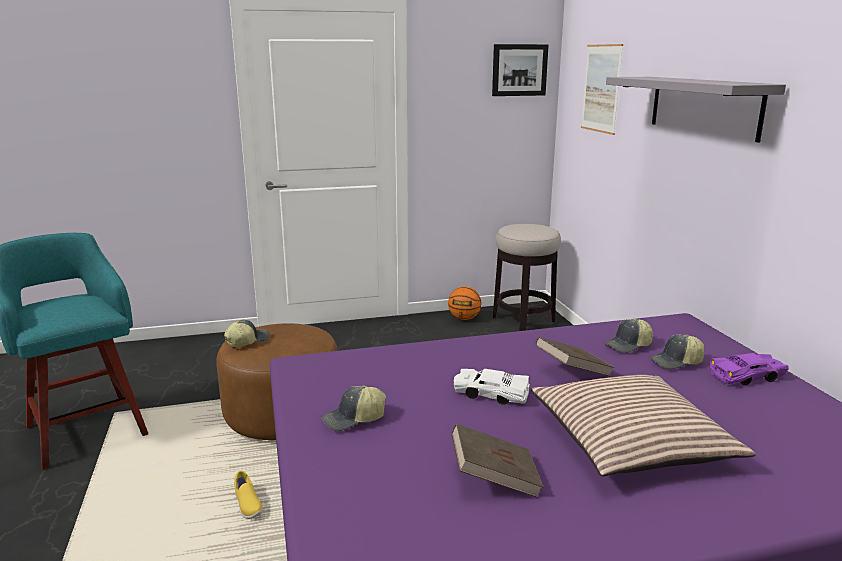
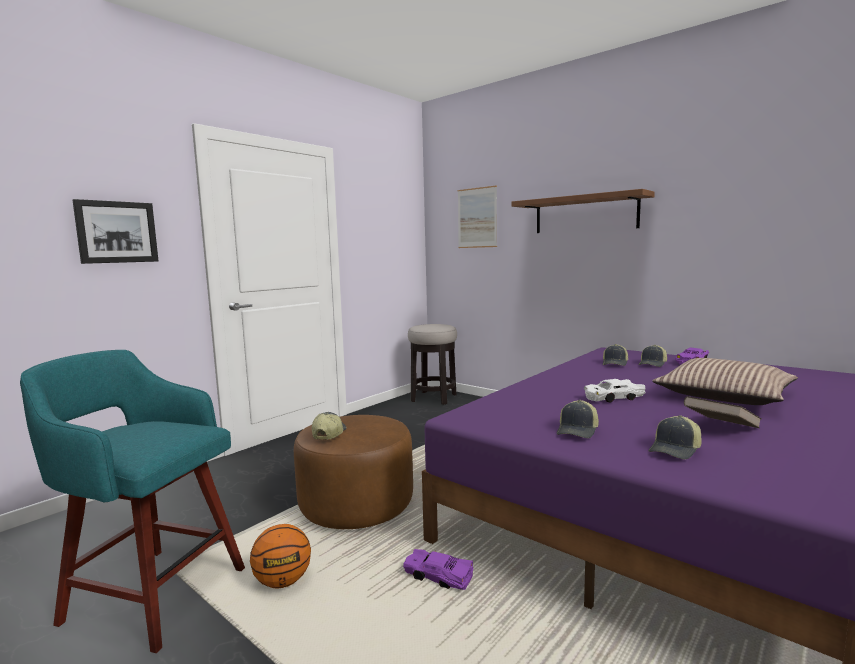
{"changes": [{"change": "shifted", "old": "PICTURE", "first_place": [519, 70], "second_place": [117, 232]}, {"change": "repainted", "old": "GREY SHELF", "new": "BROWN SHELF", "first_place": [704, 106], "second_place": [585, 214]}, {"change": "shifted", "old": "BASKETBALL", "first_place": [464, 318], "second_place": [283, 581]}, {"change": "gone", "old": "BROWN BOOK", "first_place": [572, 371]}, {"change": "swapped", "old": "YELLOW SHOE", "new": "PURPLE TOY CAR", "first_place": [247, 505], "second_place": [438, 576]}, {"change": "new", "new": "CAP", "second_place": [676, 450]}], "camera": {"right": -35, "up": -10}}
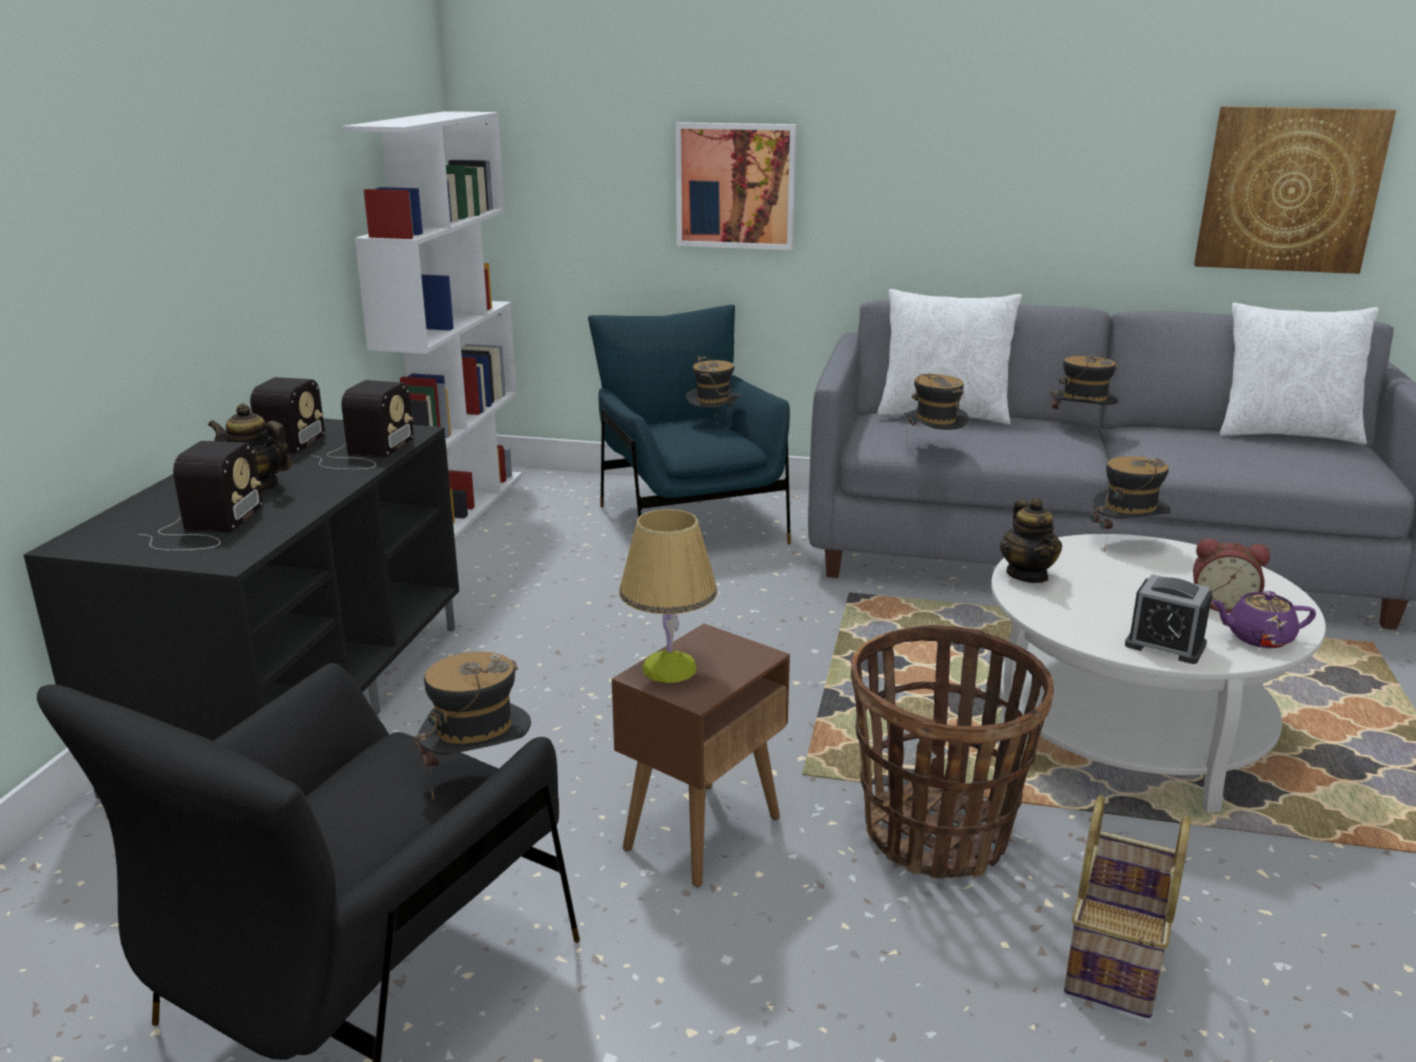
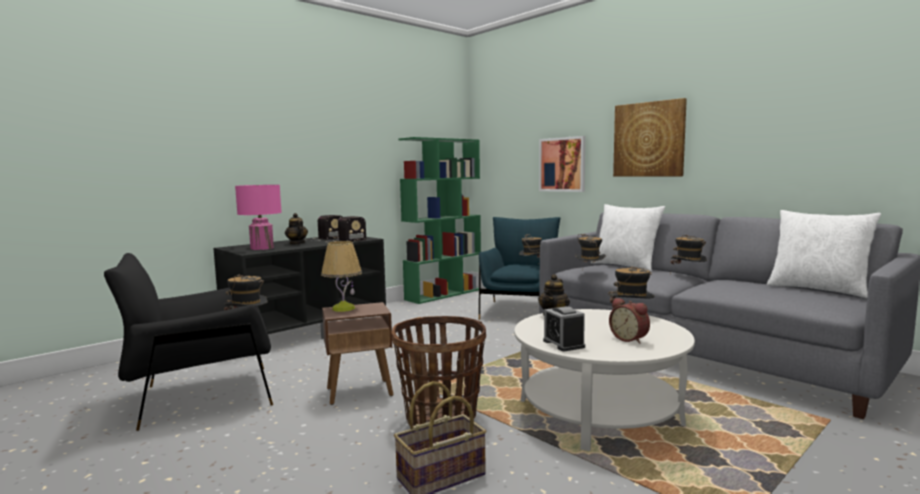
{"changes": [{"change": "shifted", "old": "PICTURE", "first_place": [1289, 190], "second_place": [649, 139]}, {"change": "repainted", "old": "WHITE BOOKCASE", "new": "GREEN BOOKCASE", "first_place": [459, 506], "second_place": [444, 294]}, {"change": "swapped", "old": "RADIO", "new": "PINK TABLE LAMP", "first_place": [205, 528], "second_place": [262, 248]}, {"change": "gone", "old": "PURPLE TEAPOT", "first_place": [1258, 638]}], "camera": {"right": 35, "up": -15}}
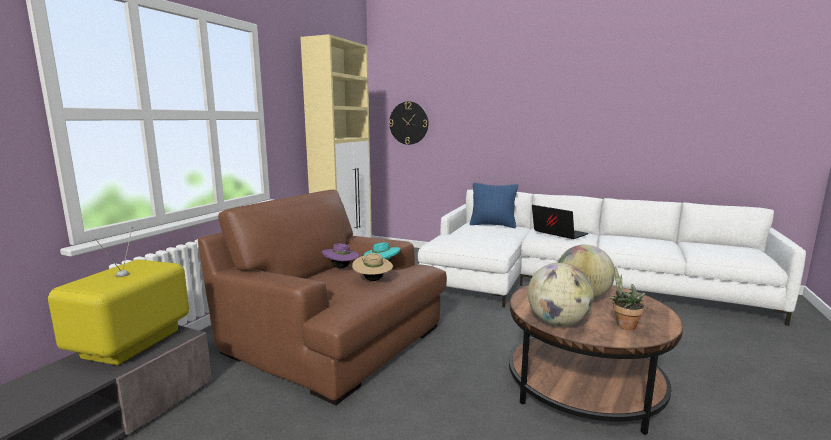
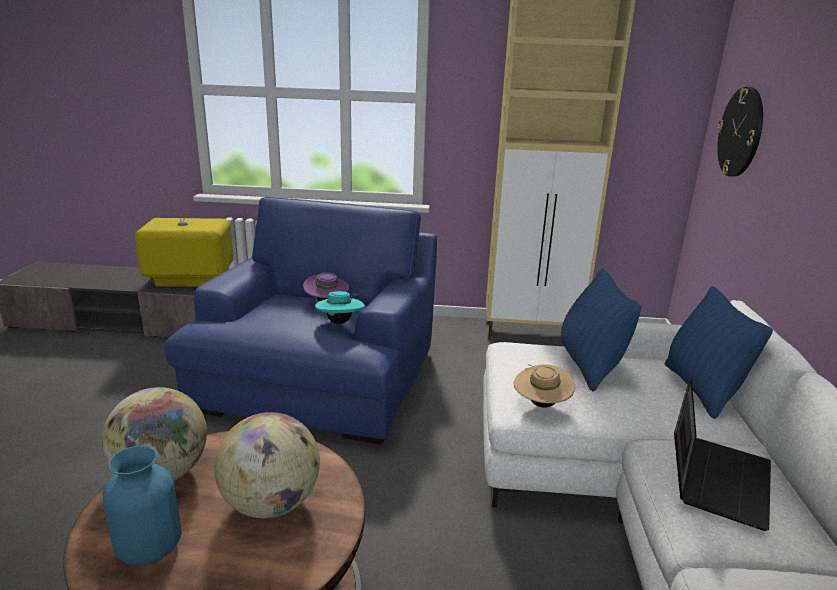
{"changes": [{"change": "repainted", "old": "BROWN ARMCHAIR", "new": "BLUE ARMCHAIR", "first_place": [333, 338], "second_place": [318, 376]}, {"change": "shifted", "old": "BEIGE HAT", "first_place": [373, 280], "second_place": [541, 404]}, {"change": "swapped", "old": "POTTED PLANT", "new": "BLUE VASE", "first_place": [623, 324], "second_place": [149, 547]}, {"change": "new", "new": "BLUE PILLOW", "second_place": [589, 366]}], "camera": {"right": 70, "up": 10}}
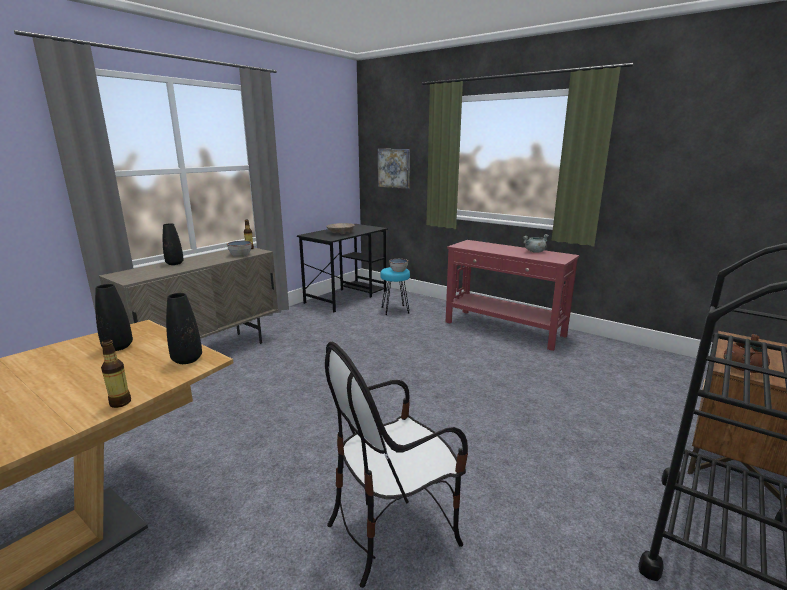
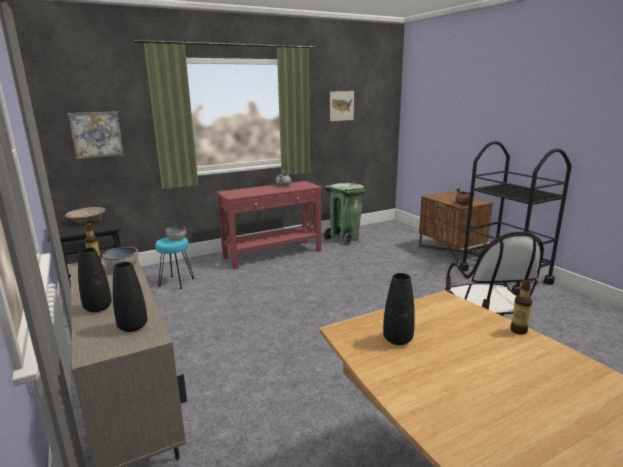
{"changes": [{"change": "shifted", "old": "BLACK VASE", "first_place": [187, 359], "second_place": [133, 326]}, {"change": "new", "new": "PICTURE", "second_place": [340, 105]}, {"change": "new", "new": "GREEN TRASH CAN", "second_place": [344, 239]}], "camera": {"right": -65, "up": 0}}
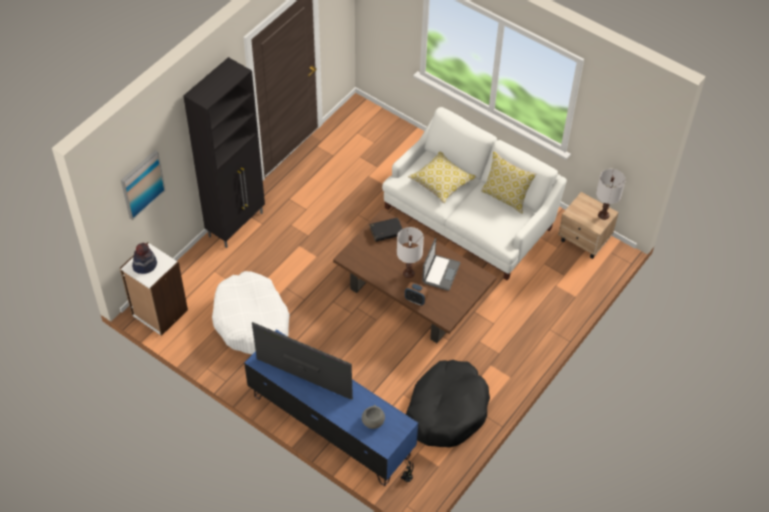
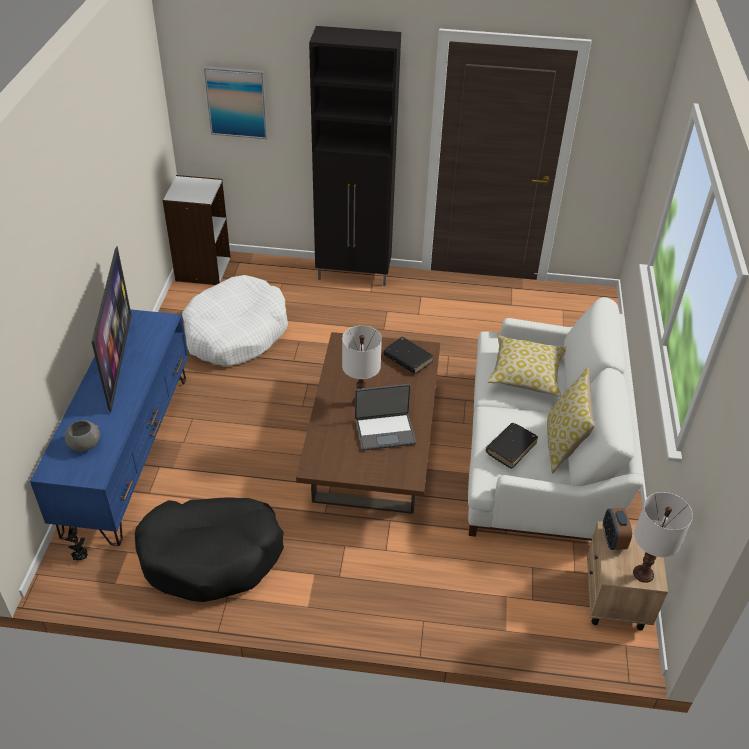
{"changes": [{"change": "gone", "old": "HAT", "first_place": [144, 265]}, {"change": "shifted", "old": "ALARM CLOCK", "first_place": [415, 300], "second_place": [613, 540]}, {"change": "new", "new": "BLACK BOOK", "second_place": [511, 448]}], "camera": {"right": 60, "up": -10}}
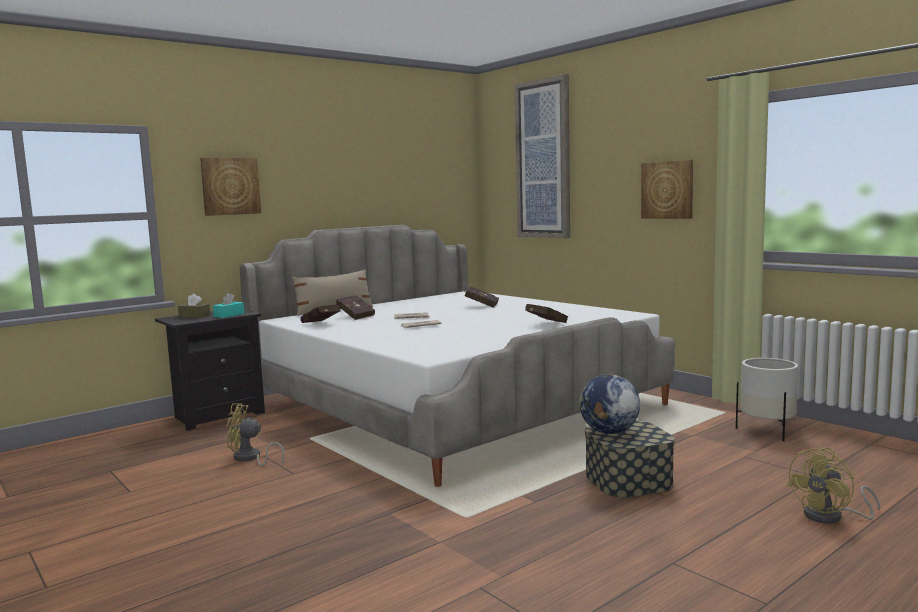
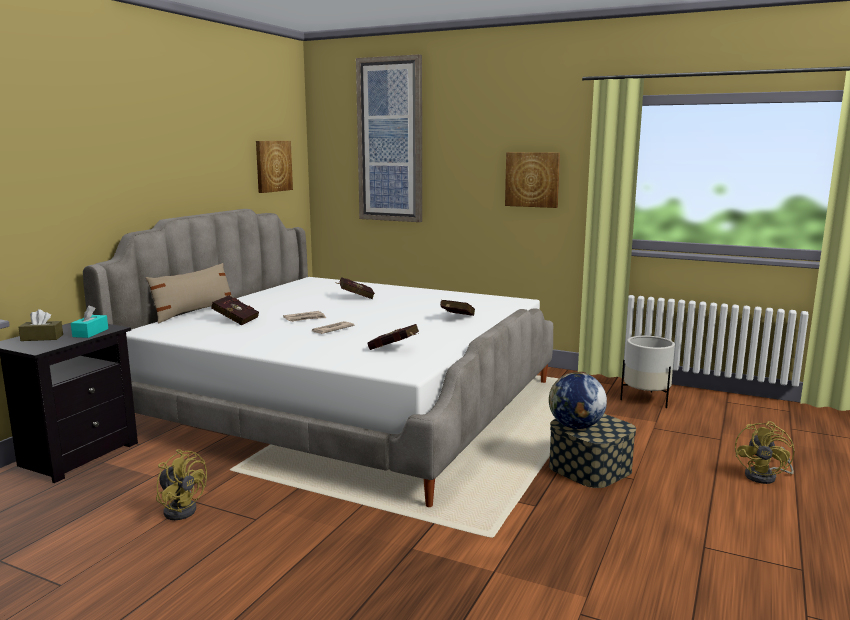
{"changes": [{"change": "shifted", "old": "PICTURE", "first_place": [230, 186], "second_place": [273, 166]}, {"change": "shifted", "old": "RED BOOK", "first_place": [321, 324], "second_place": [395, 349]}, {"change": "rotated", "old": "YELLOW FAN", "first_place": [250, 458], "second_place": [181, 508], "degrees": -120}], "camera": {"right": -25, "up": 5}}
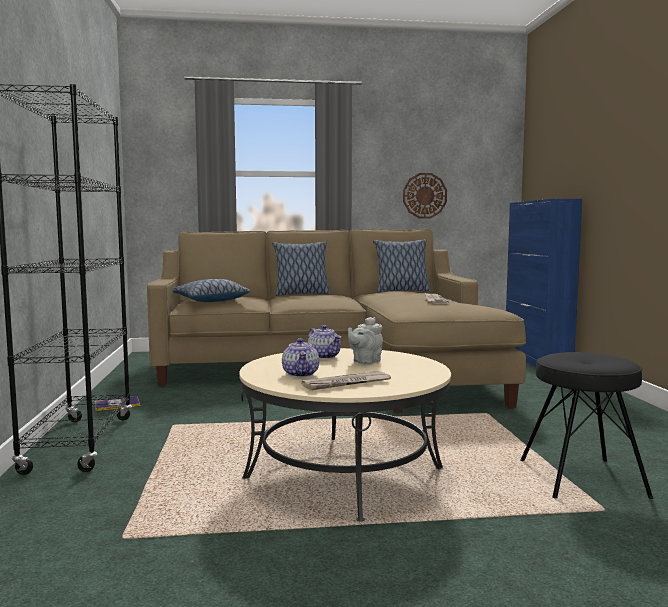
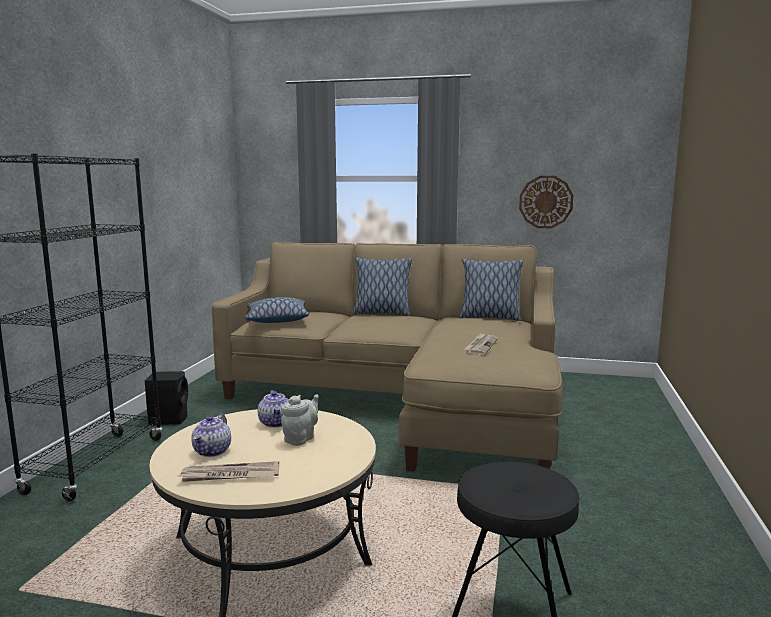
{"changes": [{"change": "gone", "old": "BLUE CABINET", "first_place": [536, 360]}, {"change": "rotated", "old": "GREY TEAPOT", "first_place": [365, 362], "second_place": [301, 438], "degrees": 150}, {"change": "swapped", "old": "BOOK", "new": "BLACK SPEAKER", "first_place": [117, 404], "second_place": [169, 419]}], "camera": {"right": 20, "up": 5}}
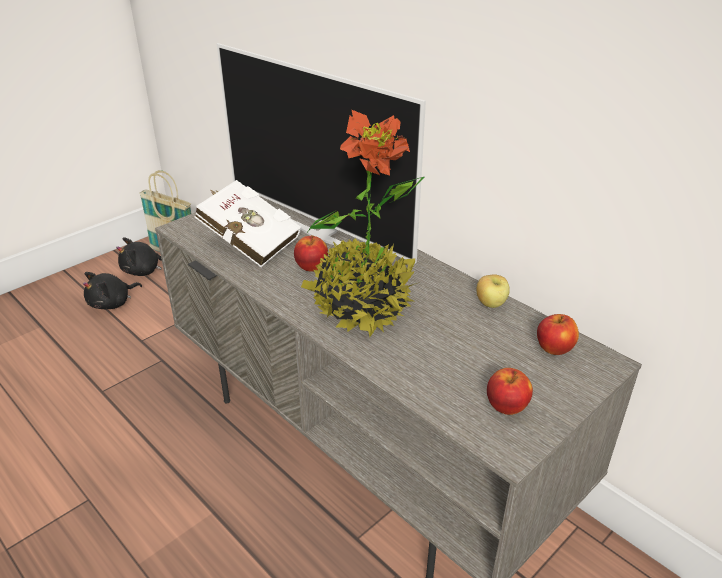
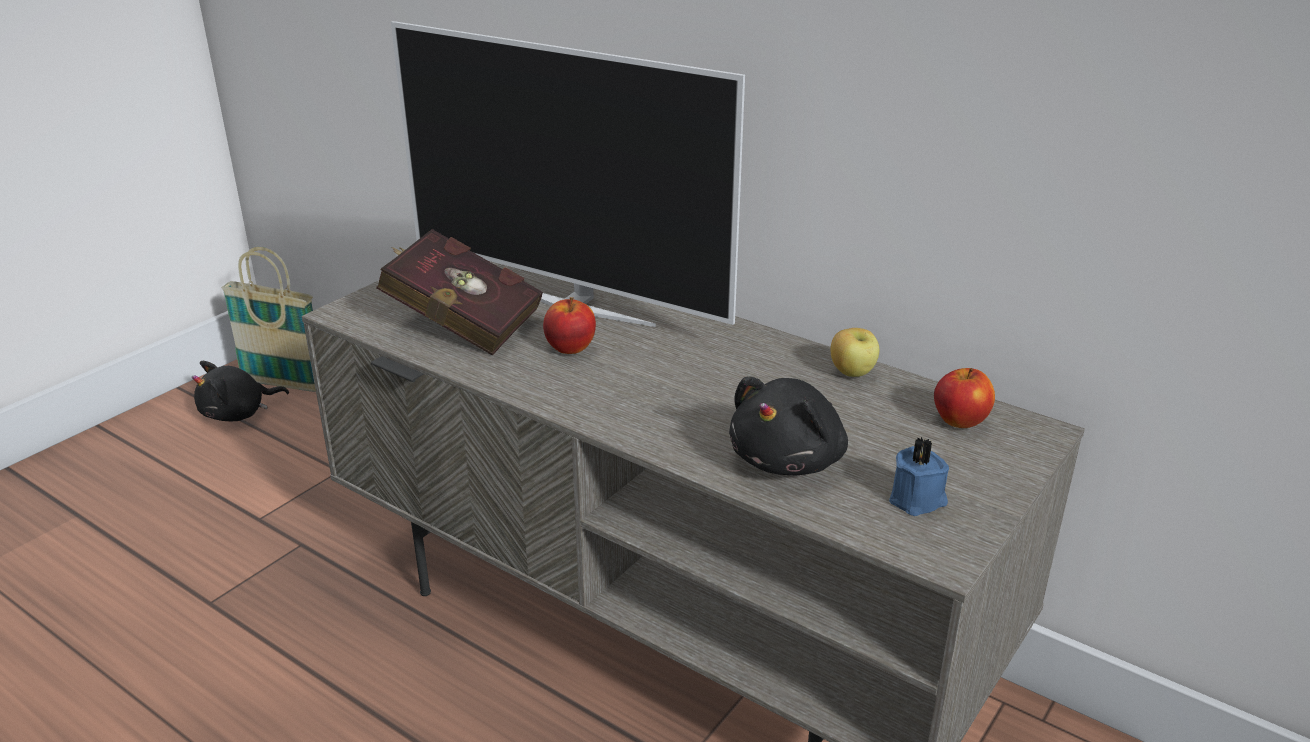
{"changes": [{"change": "gone", "old": "POTTED PLANT", "first_place": [361, 305]}, {"change": "repainted", "old": "WHITE BOOK", "new": "RED BOOK", "first_place": [248, 242], "second_place": [459, 322]}, {"change": "shifted", "old": "BLACK PLUSH TOY", "first_place": [112, 303], "second_place": [789, 460]}, {"change": "swapped", "old": "APPLE", "new": "BLUE CANDLE", "first_place": [506, 406], "second_place": [918, 500]}], "camera": {"right": -10, "up": -5}}
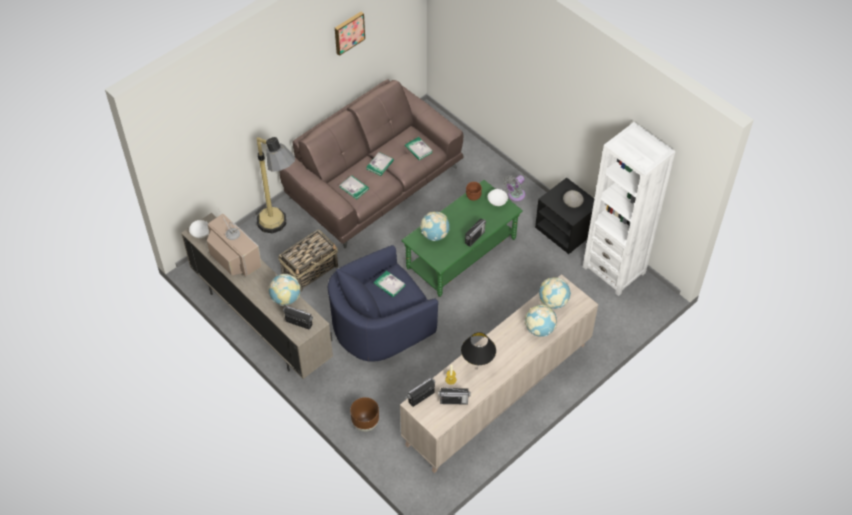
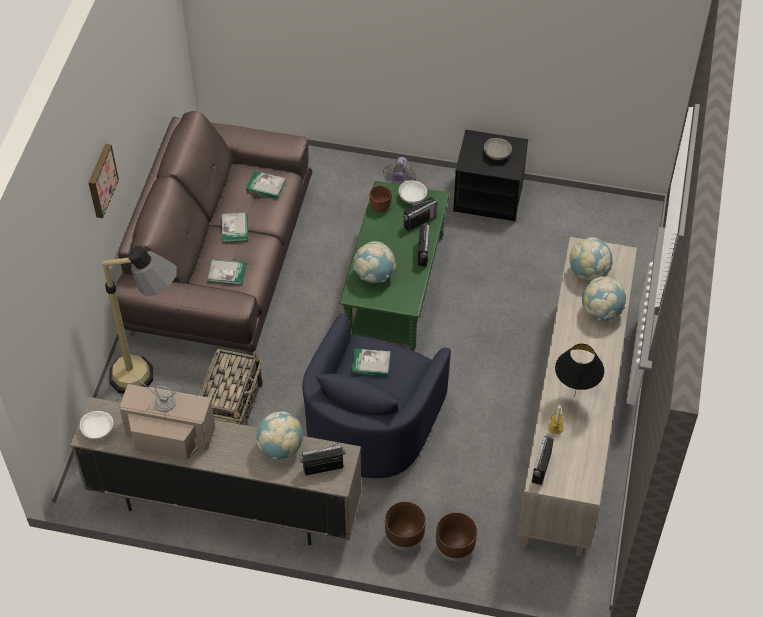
{"changes": [{"change": "shifted", "old": "PICTURE", "first_place": [348, 32], "second_place": [100, 180]}, {"change": "gone", "old": "WHITE BOOKCASE", "first_place": [614, 270]}, {"change": "shifted", "old": "RADIO", "first_place": [454, 401], "second_place": [419, 221]}, {"change": "new", "new": "BROWN PLANTER", "second_place": [404, 539]}], "camera": {"right": -35, "up": 0}}
